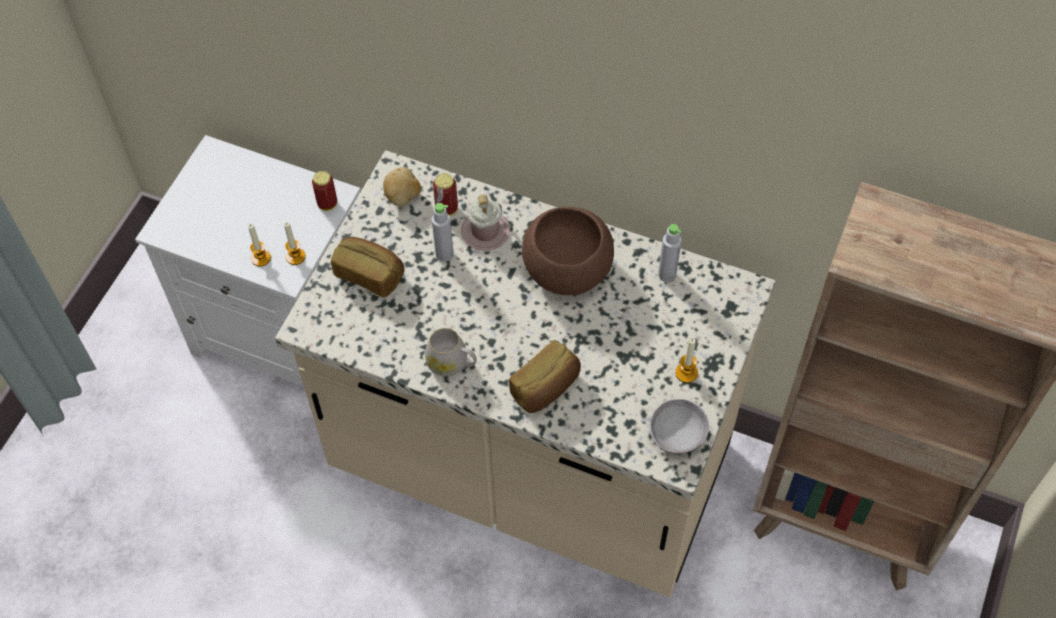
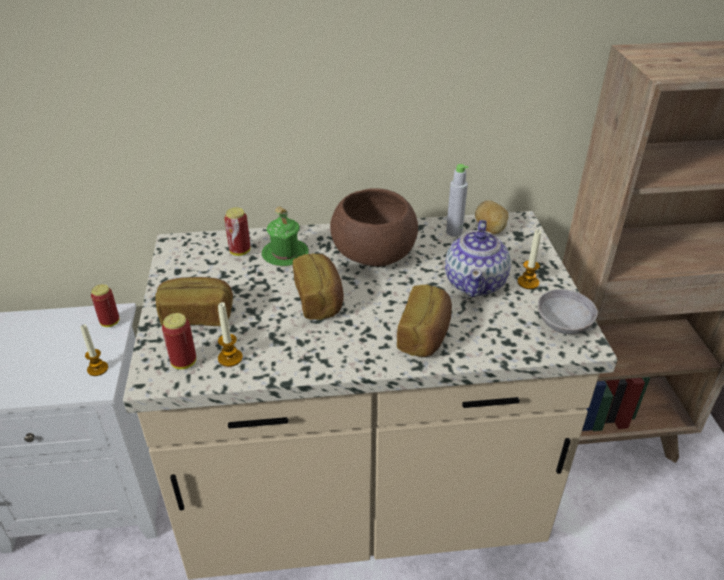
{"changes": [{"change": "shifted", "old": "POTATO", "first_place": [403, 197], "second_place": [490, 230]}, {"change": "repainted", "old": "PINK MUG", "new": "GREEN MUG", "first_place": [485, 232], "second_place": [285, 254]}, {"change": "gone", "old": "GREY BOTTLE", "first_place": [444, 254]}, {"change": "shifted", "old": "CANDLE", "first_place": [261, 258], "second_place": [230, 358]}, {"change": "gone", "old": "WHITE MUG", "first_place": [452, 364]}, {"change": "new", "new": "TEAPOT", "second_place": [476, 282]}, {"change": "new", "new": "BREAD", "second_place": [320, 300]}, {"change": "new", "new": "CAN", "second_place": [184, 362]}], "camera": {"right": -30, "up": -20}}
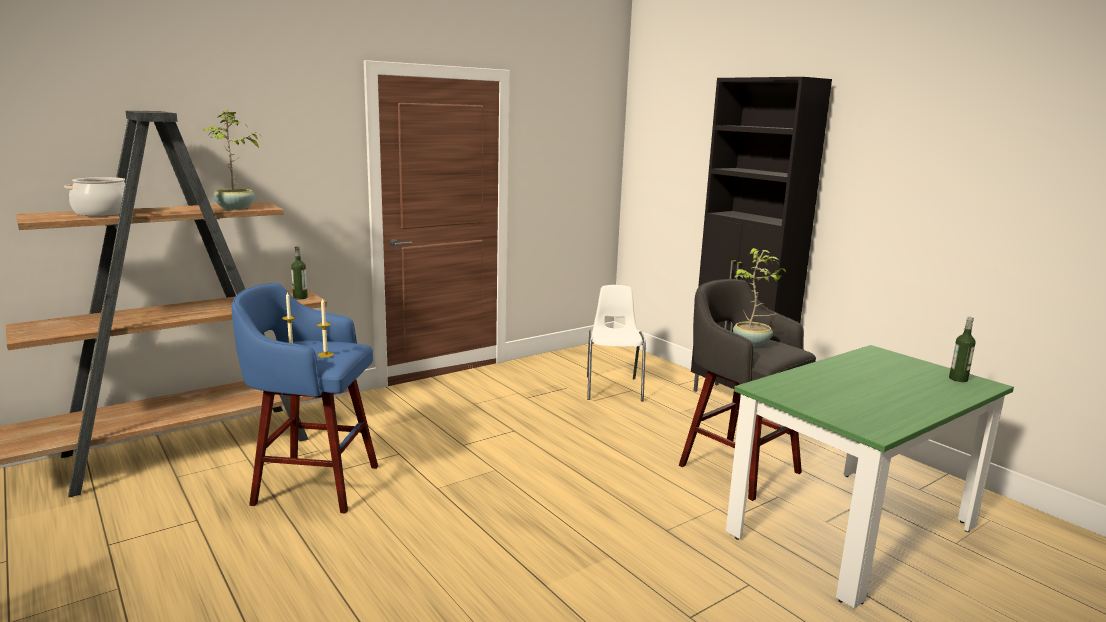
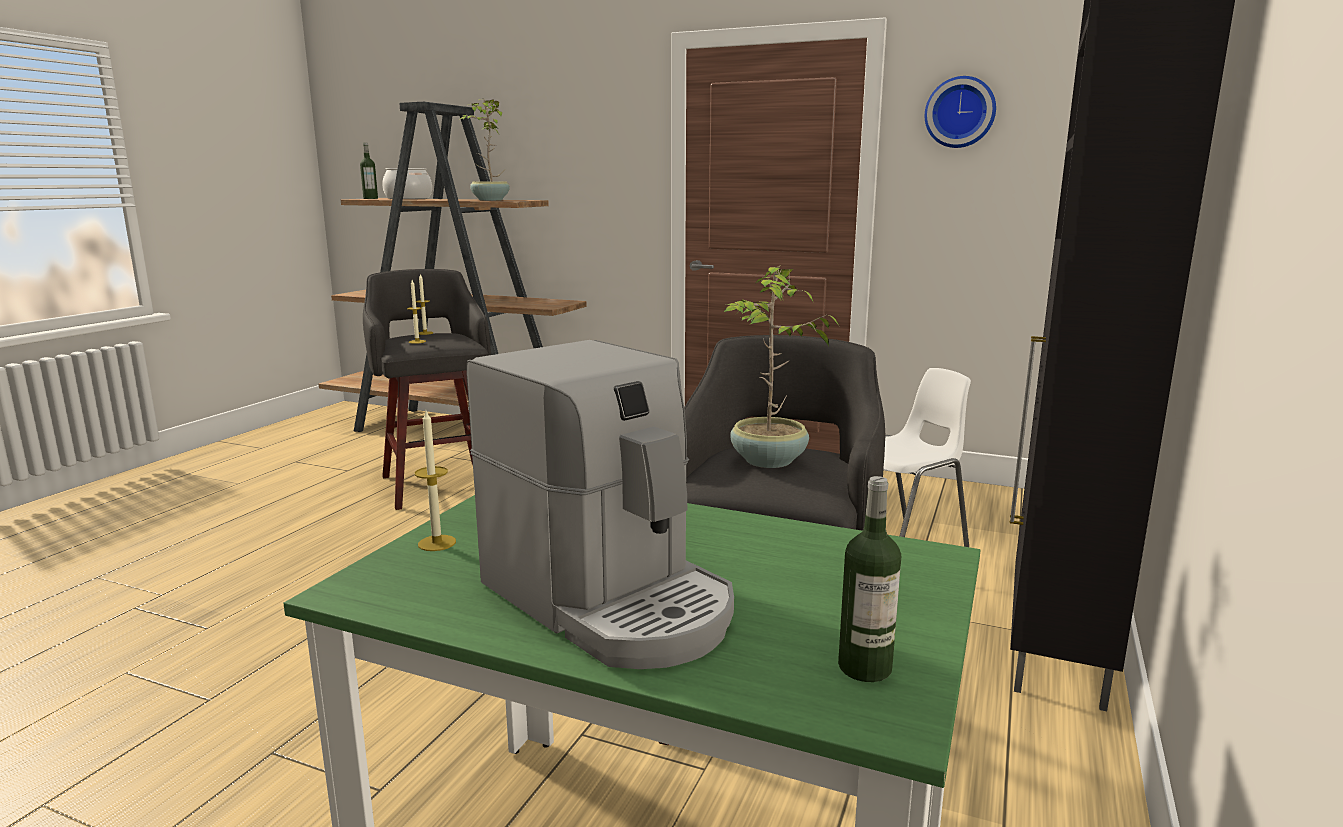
{"changes": [{"change": "shifted", "old": "BOTTLE", "first_place": [300, 297], "second_place": [370, 198]}, {"change": "repainted", "old": "BLUE STOOL", "new": "GREY STOOL", "first_place": [312, 484], "second_place": [439, 483]}, {"change": "new", "new": "WALL CLOCK", "second_place": [960, 112]}, {"change": "new", "new": "COFFEE MACHINE", "second_place": [611, 601]}, {"change": "new", "new": "CANDLE", "second_place": [437, 543]}], "camera": {"right": 60, "up": 0}}
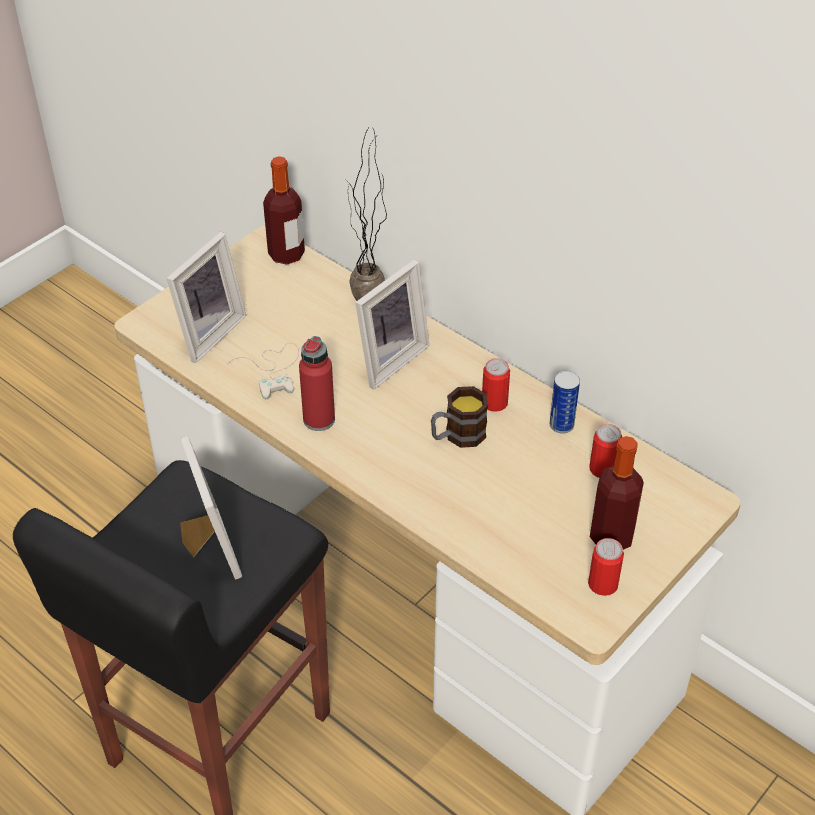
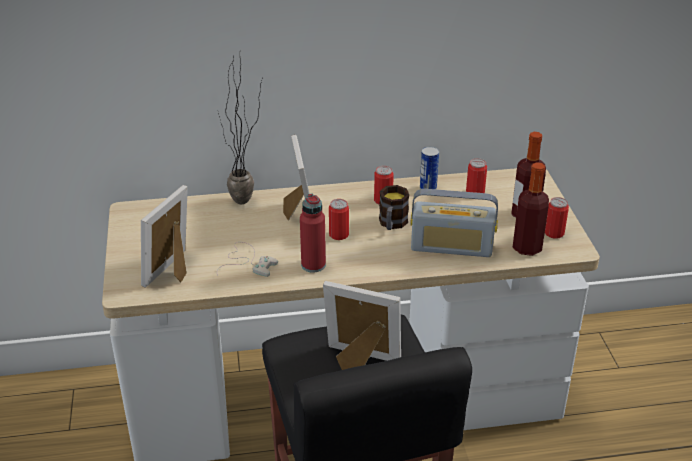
{"changes": [{"change": "shifted", "old": "BOTTLE", "first_place": [286, 254], "second_place": [527, 247]}, {"change": "rotated", "old": "PICTURE FRAME", "first_place": [207, 333], "second_place": [174, 271], "degrees": -135}, {"change": "new", "new": "RADIO", "second_place": [451, 247]}, {"change": "new", "new": "CAN", "second_place": [339, 235]}], "camera": {"right": -50, "up": -10}}
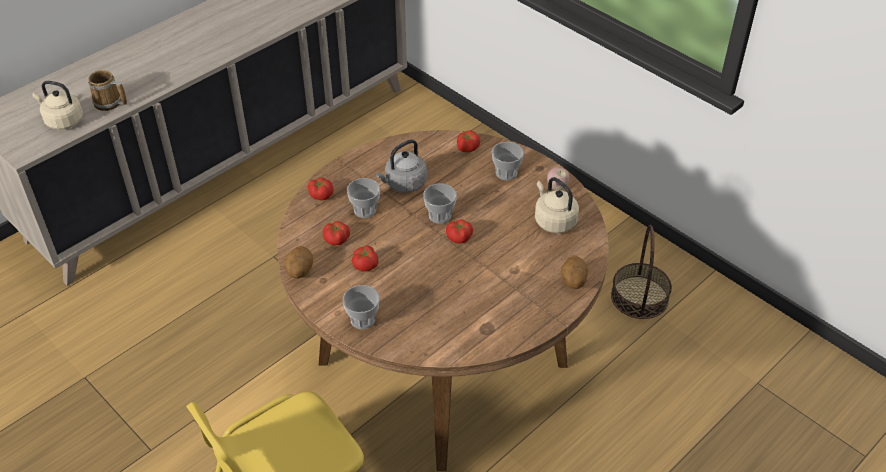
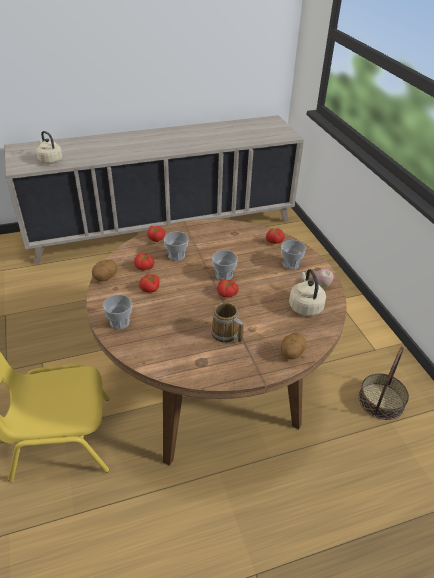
{"changes": [{"change": "shifted", "old": "MUG", "first_place": [109, 103], "second_place": [225, 334]}, {"change": "gone", "old": "GREY KETTLE", "first_place": [404, 184]}], "camera": {"right": 25, "up": -5}}
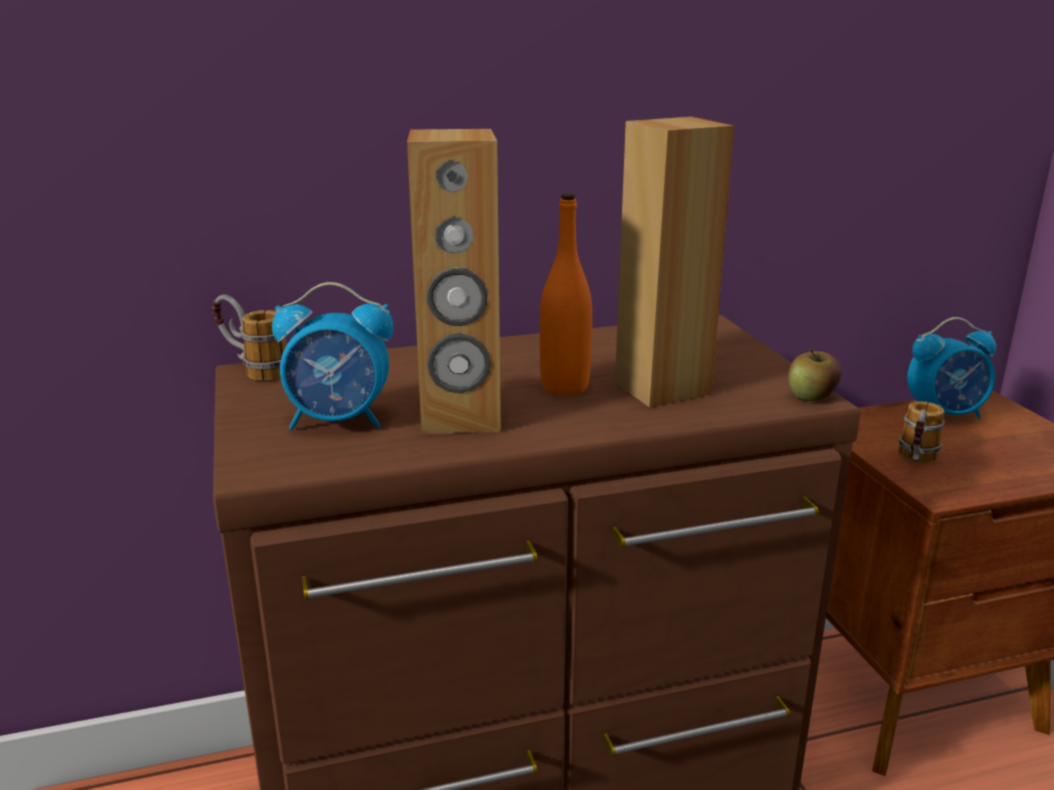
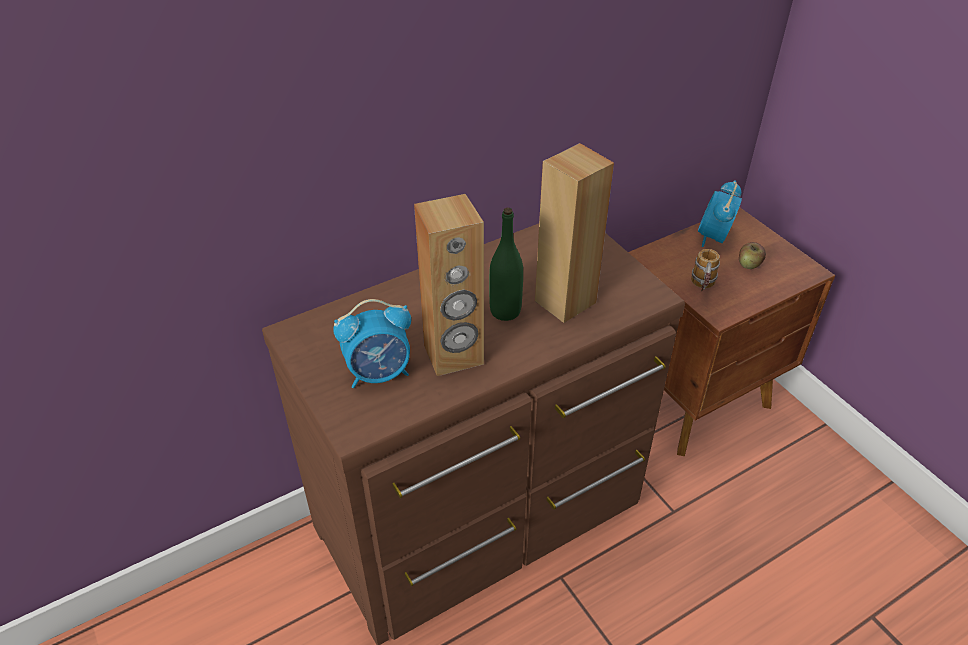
{"changes": [{"change": "repainted", "old": "ORANGE BOTTLE", "new": "GREEN BOTTLE", "first_place": [564, 387], "second_place": [505, 311]}, {"change": "gone", "old": "MUG", "first_place": [252, 369]}, {"change": "rotated", "old": "ALARM CLOCK", "first_place": [945, 414], "second_place": [713, 237], "degrees": 135}, {"change": "shifted", "old": "APPLE", "first_place": [811, 396], "second_place": [749, 264]}], "camera": {"right": -15, "up": 20}}
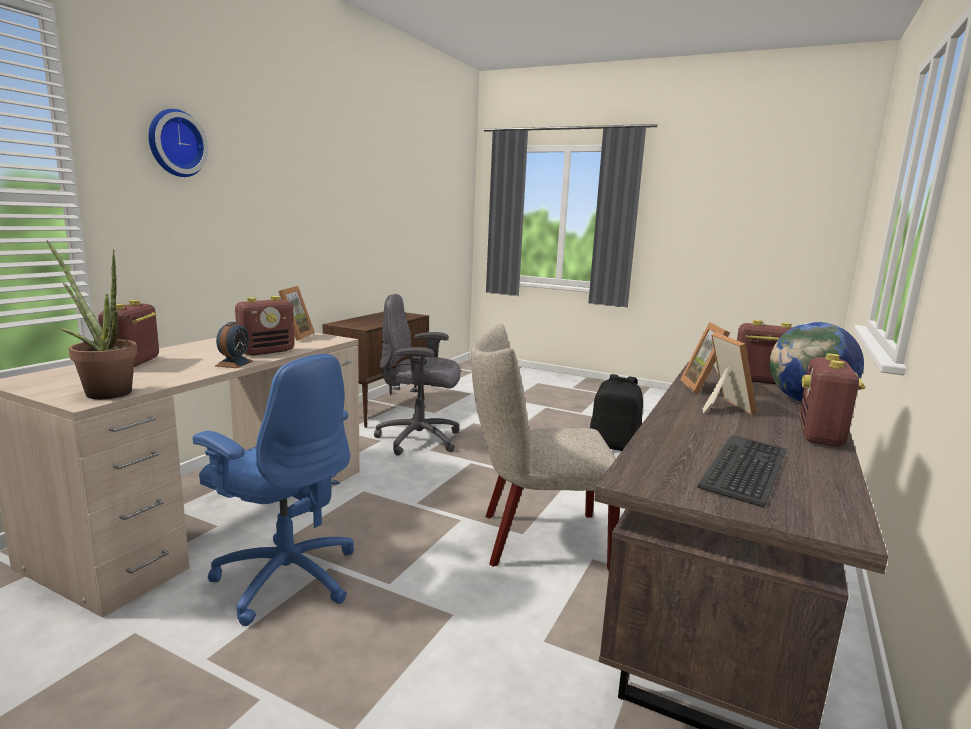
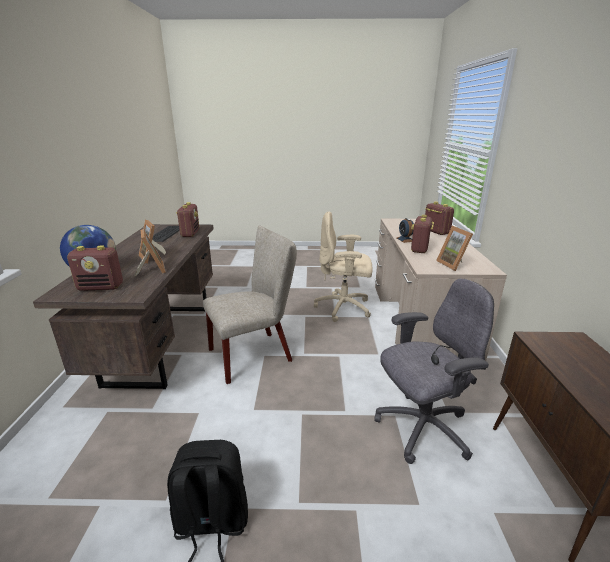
{"changes": [{"change": "gone", "old": "WALL CLOCK", "first_place": [175, 143]}, {"change": "gone", "old": "POTTED PLANT", "first_place": [103, 392]}, {"change": "shifted", "old": "RADIO", "first_place": [820, 436], "second_place": [190, 233]}, {"change": "repainted", "old": "BLUE OFFICE CHAIR", "new": "BEIGE OFFICE CHAIR", "first_place": [286, 577], "second_place": [344, 308]}], "camera": {"right": 155, "up": 10}}
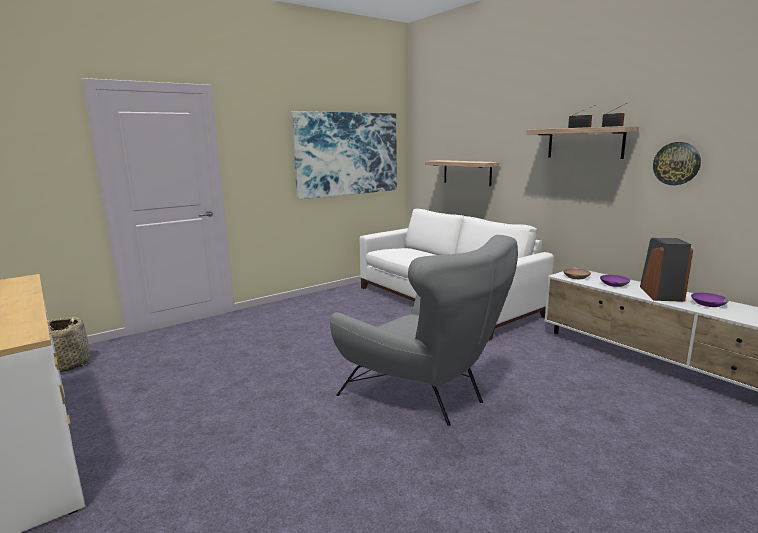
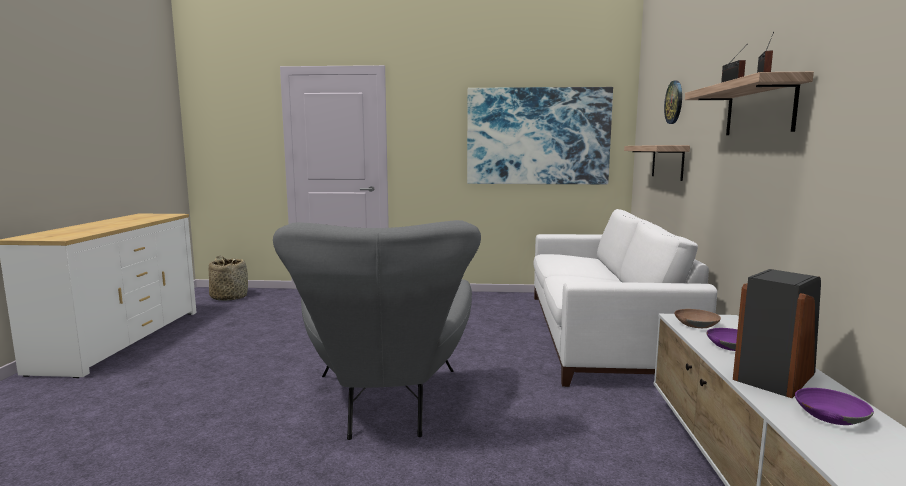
{"changes": [{"change": "shifted", "old": "WALL CLOCK", "first_place": [676, 163], "second_place": [674, 102]}], "camera": {"right": 40, "up": -5}}
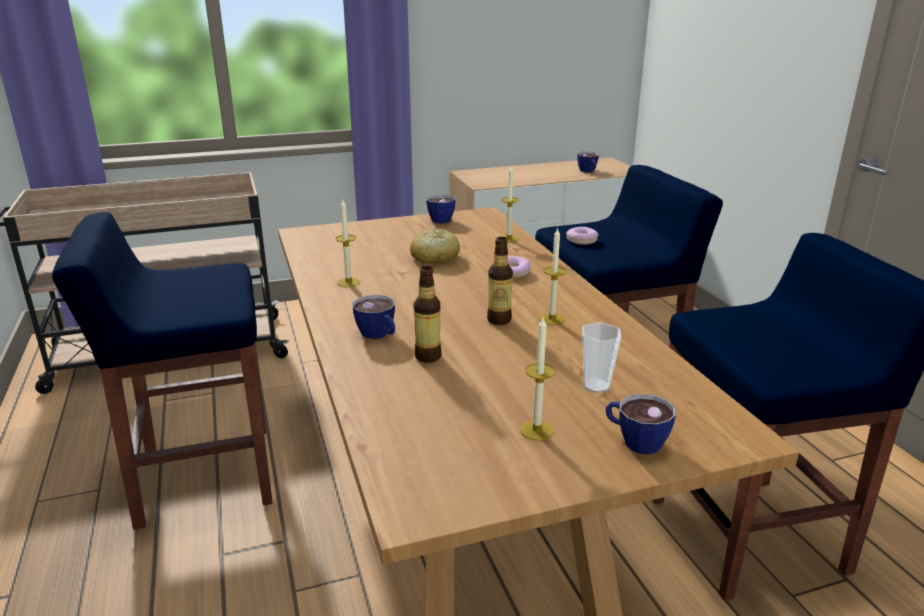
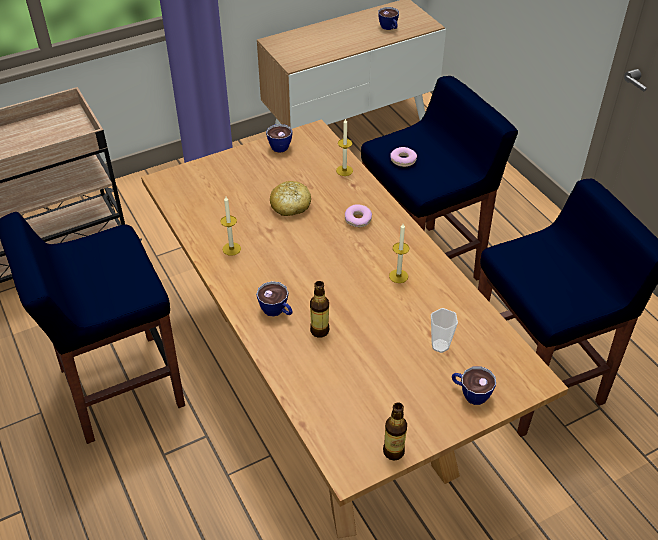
{"changes": [{"change": "shifted", "old": "BOTTLE", "first_place": [499, 320], "second_place": [393, 451]}, {"change": "gone", "old": "CANDLE", "first_place": [536, 430]}], "camera": {"right": -10, "up": 20}}
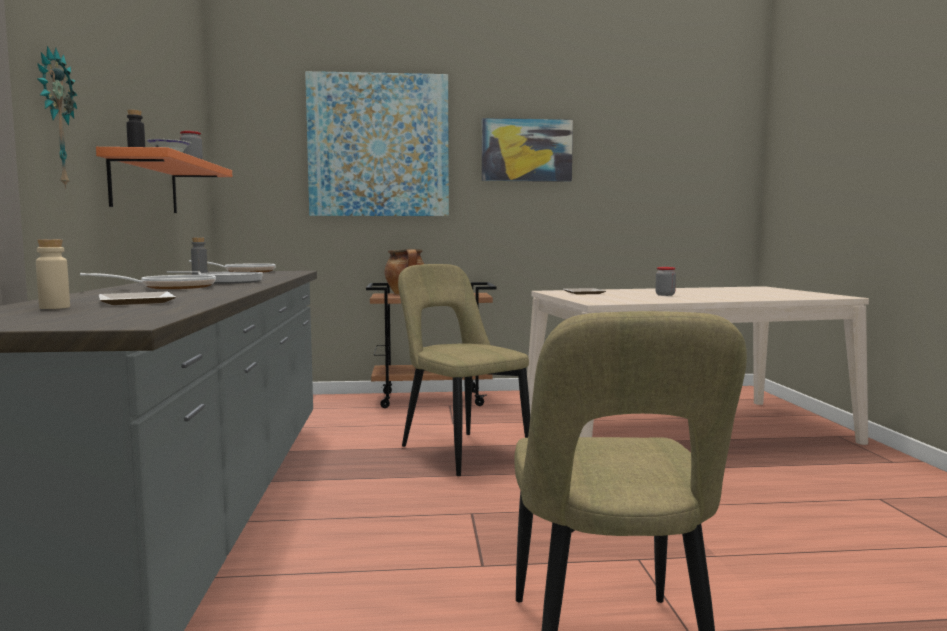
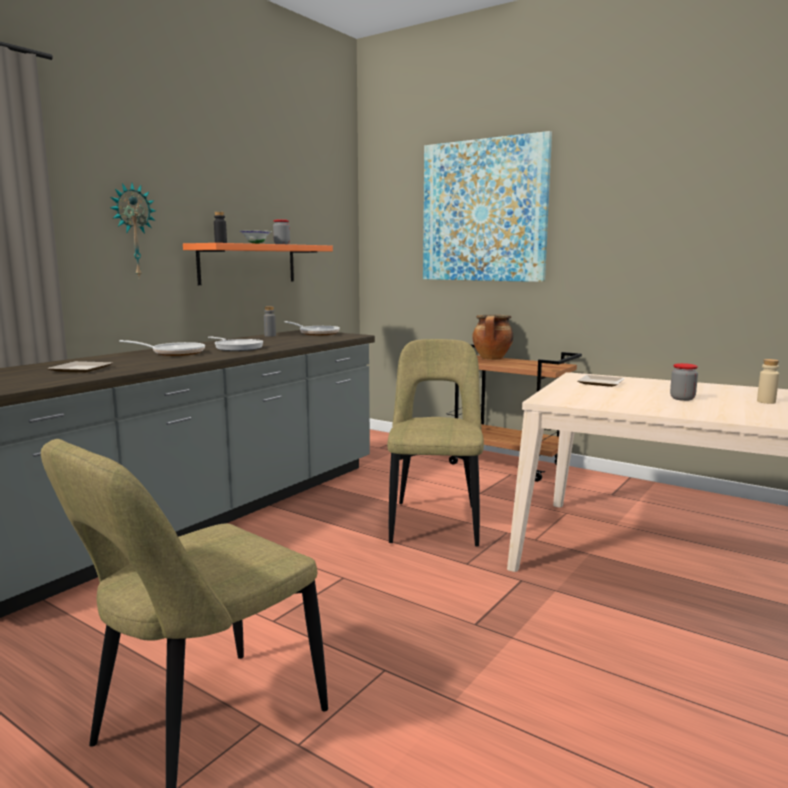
{"changes": [{"change": "gone", "old": "PICTURE", "first_place": [526, 150]}, {"change": "shifted", "old": "BEIGE BOTTLE", "first_place": [54, 307], "second_place": [766, 402]}], "camera": {"right": 40, "up": 5}}
